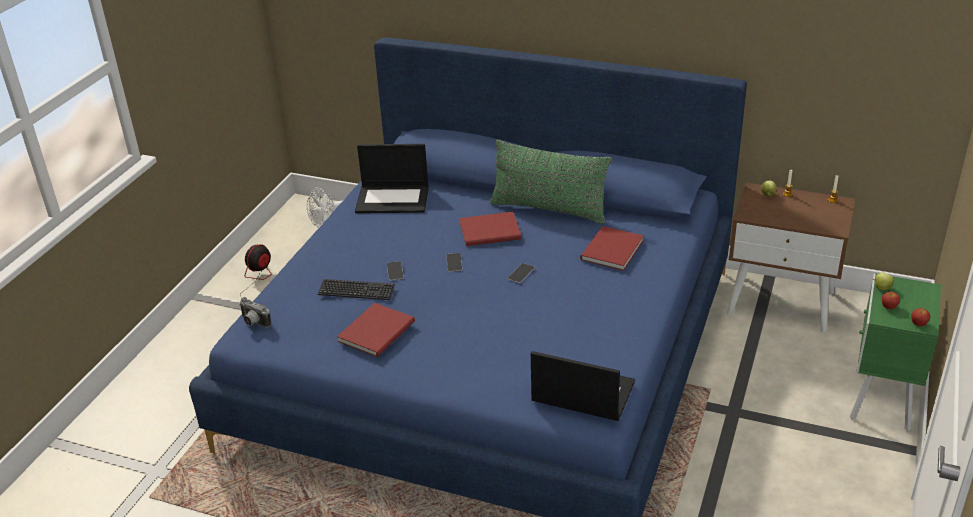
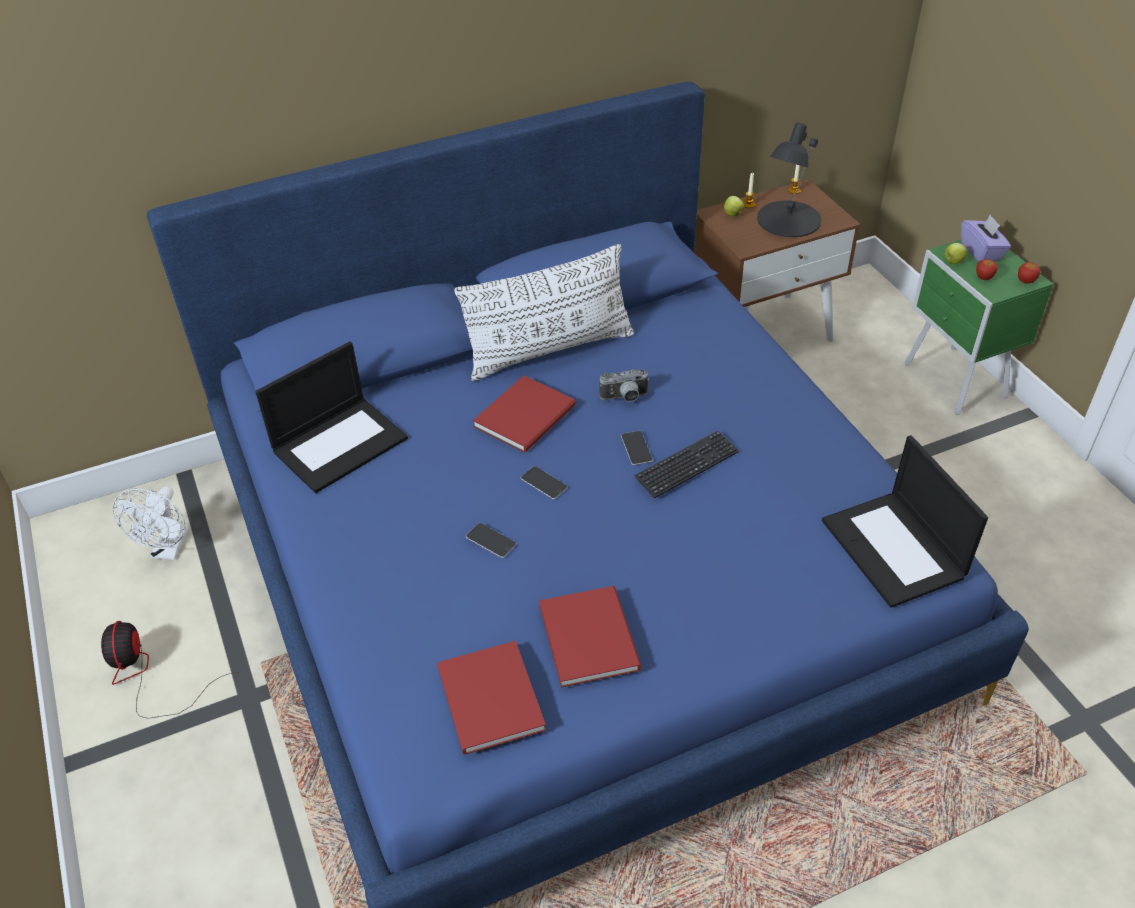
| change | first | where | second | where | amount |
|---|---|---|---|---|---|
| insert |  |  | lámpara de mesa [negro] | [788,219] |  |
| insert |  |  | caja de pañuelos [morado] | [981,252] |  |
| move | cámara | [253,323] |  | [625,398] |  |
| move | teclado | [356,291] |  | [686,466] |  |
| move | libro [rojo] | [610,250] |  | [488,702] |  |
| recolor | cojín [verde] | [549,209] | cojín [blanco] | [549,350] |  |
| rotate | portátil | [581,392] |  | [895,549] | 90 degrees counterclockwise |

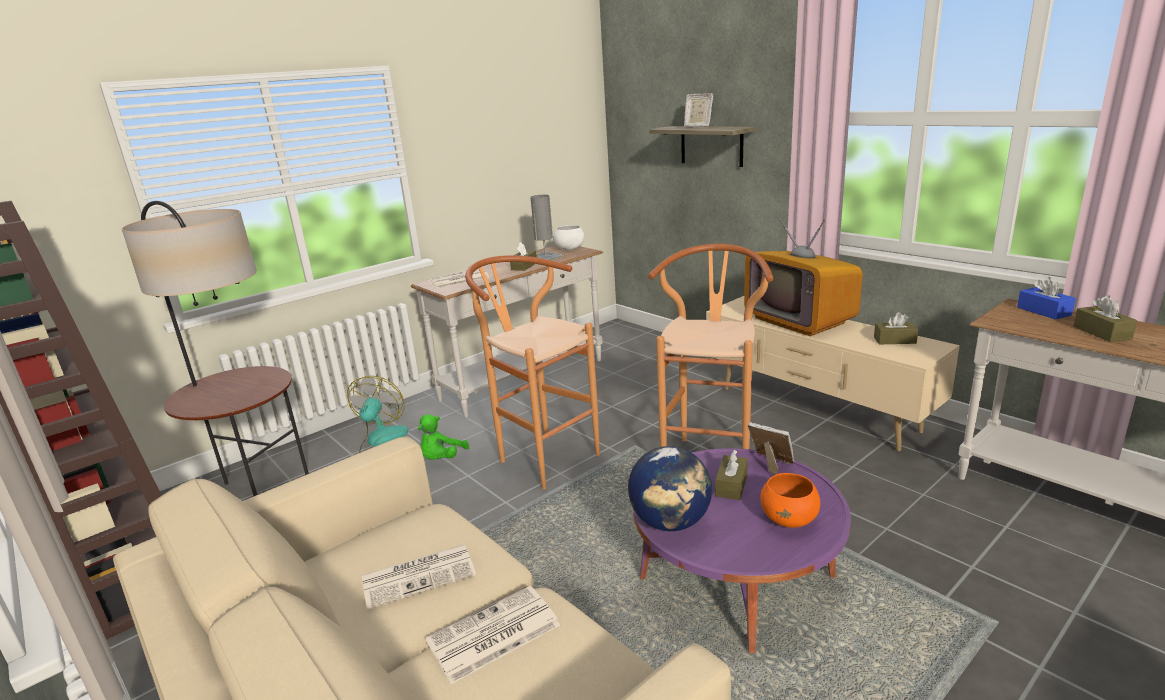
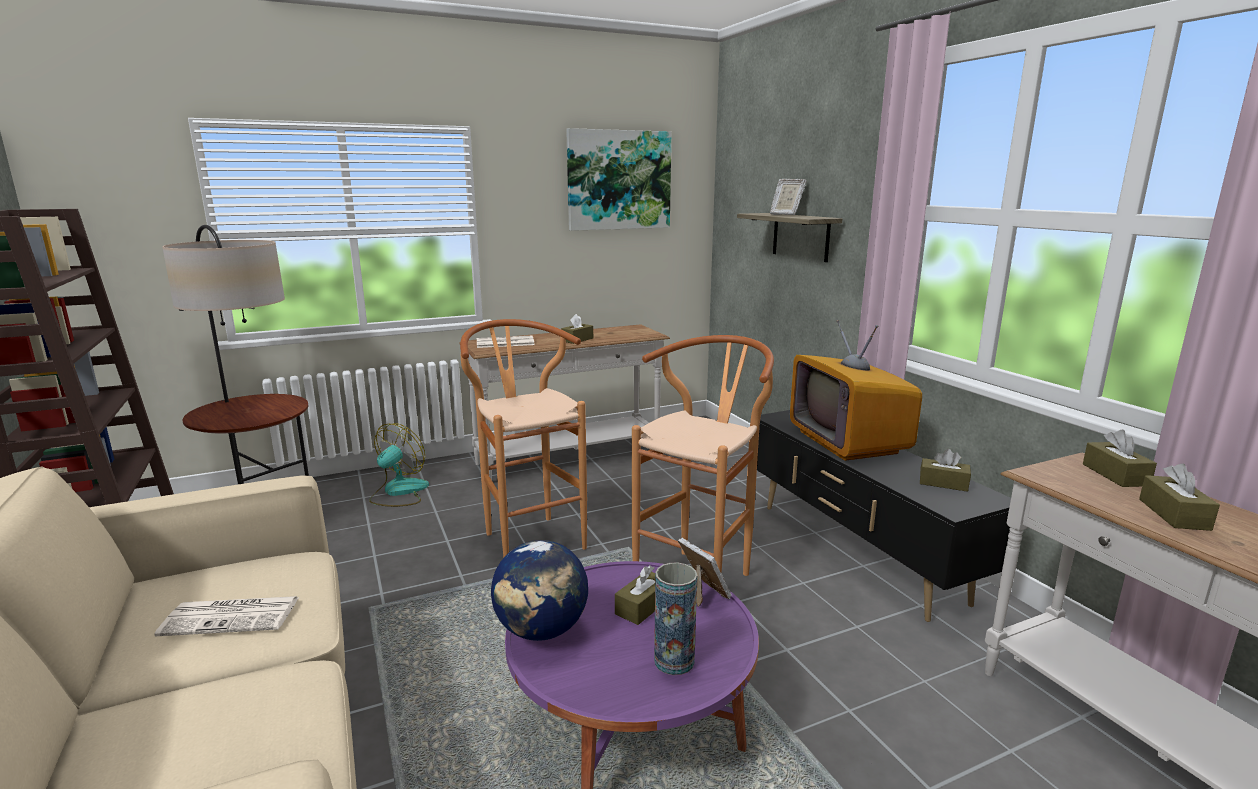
| change | first | where | second | where | amount |
|---|---|---|---|---|---|
| delete | peluche [verde] | [442,459] |  |  |  |
| delete | periódico | [492,635] |  |  |  |
| delete | lámpara de mesa [gris] | [545,257] |  |  |  |
| delete | cuenco [blanco] | [569,249] |  |  |  |
| insert |  |  | cuadro | [619,180] |  |
| replace | cuenco [naranja] | [789,519] | florero | [674,661] |  |
| recolor | mueble de televisión [beis] | [815,410] | mueble de televisión [negro] | [856,552] |  |
| recolor | caja de pañuelos [azul] | [1043,311] | caja de pañuelos [marrón] | [1115,475] |  |

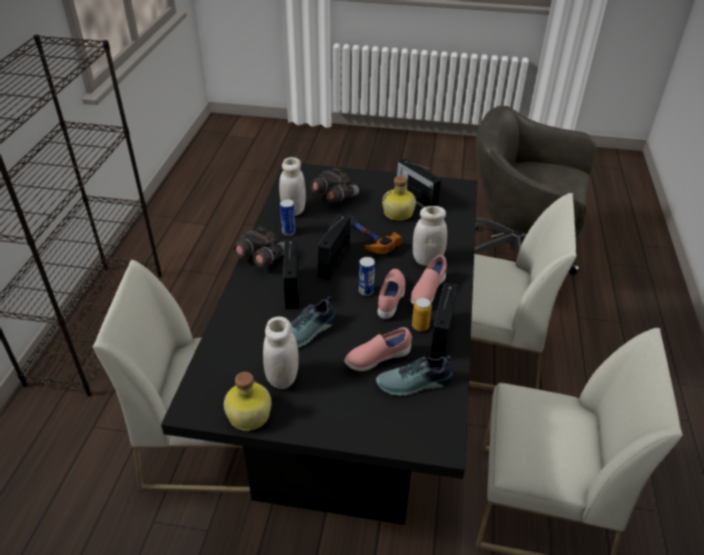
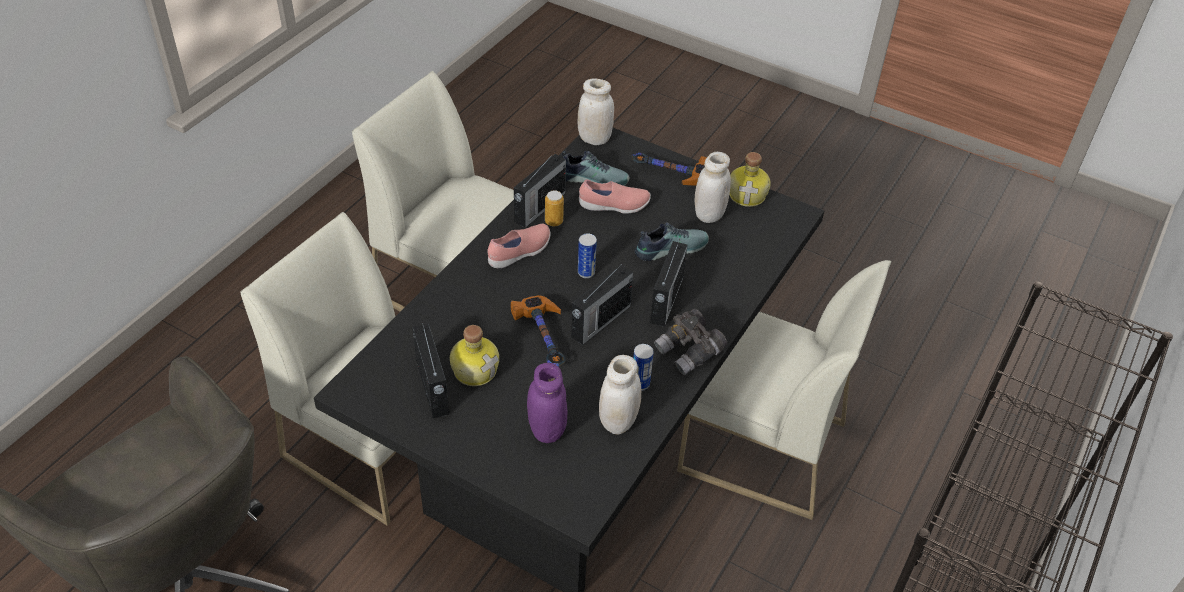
| change | first | where | second | where | amount |
|---|---|---|---|---|---|
| delete | zapato [rosa] | [391,299] |  |  |  |
| insert |  |  | martillo | [669,174] |  |
| move | tarro [blanco] | [427,260] |  | [594,139] |  |
| replace | prismáticos [gris] | [334,197] | tarro [morado] | [547,430] |  |

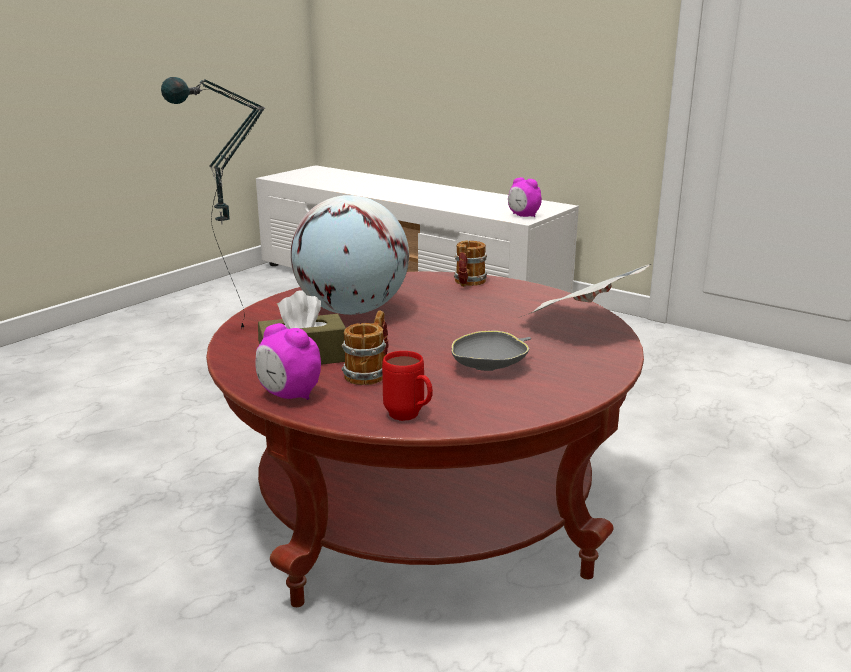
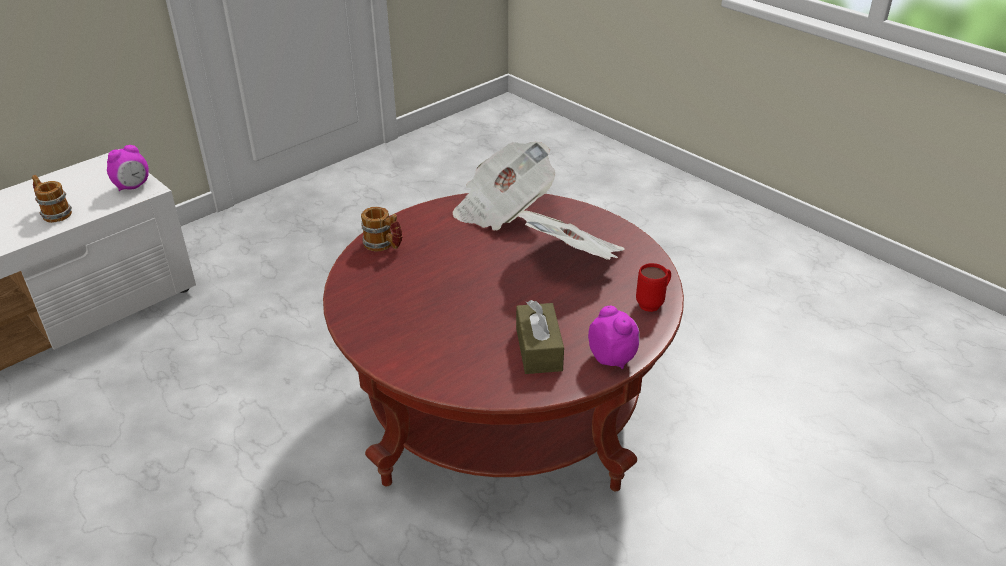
| change | first | where | second | where | amount |
|---|---|---|---|---|---|
| delete | lámpara de mesa | [236,336] |  |  |  |
| delete | globo terráqueo | [352,311] |  |  |  |
| move | taza grande | [370,373] |  | [54,213] |  |
| replace | cuenco [gris] | [490,366] | periódico | [573,259] |  |
| rotate | despertador | [289,395] |  | [612,358] | 75 degrees counterclockwise |

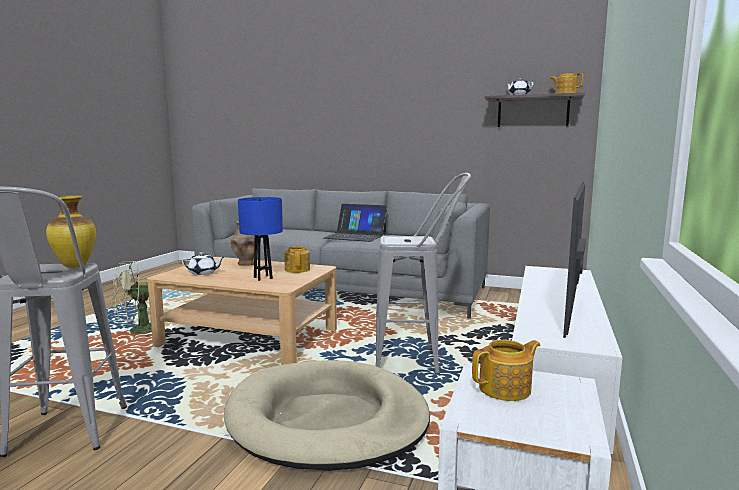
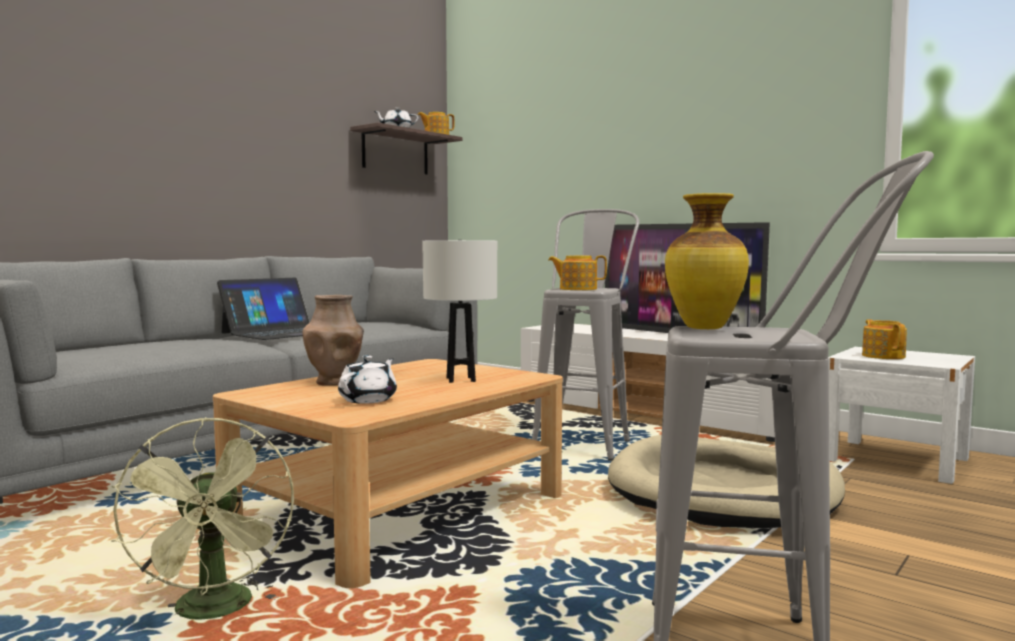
| change | first | where | second | where | amount |
|---|---|---|---|---|---|
| move | tetera | [297,269] |  | [577,289] |  |
| recolor | lámpara de mesa [azul] | [262,278] | lámpara de mesa [blanco] | [460,380] |  |

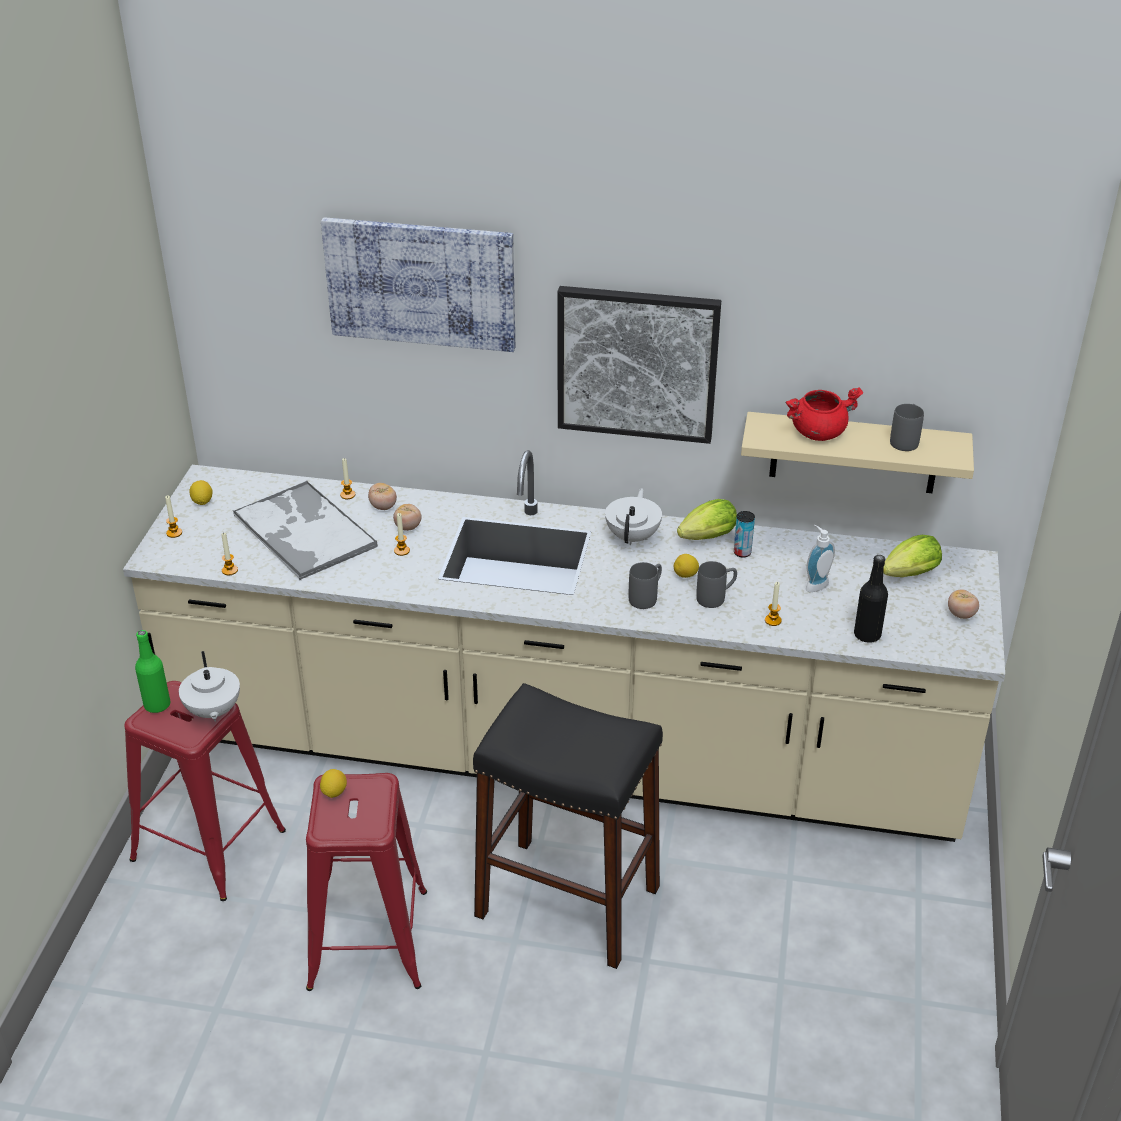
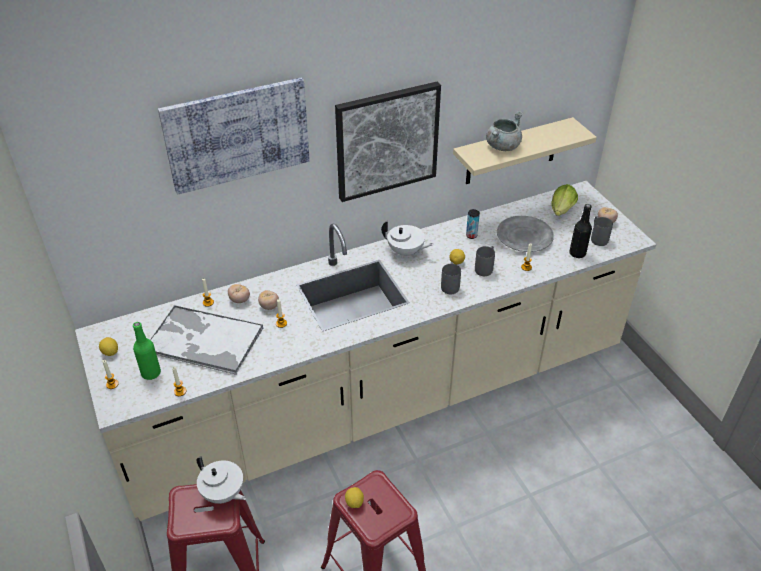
| change | first | where | second | where | amount |
|---|---|---|---|---|---|
| delete | taburete [negro] | [568,901] |  |  |  |
| delete | lechuga | [704,538] |  |  |  |
| move | botella [verde] | [157,705] |  | [151,373] |  |
| move | taza grande [gris] | [905,440] |  | [597,238] |  |
| replace | dispensador de jabón | [814,584] | plato [gris] | [524,237] |  |
| recolor | olla [rojo] | [818,432] | olla [gris] | [502,146] |  |
| rotate | tetera [blanco] | [633,536] |  | [406,252] | 135 degrees clockwise |

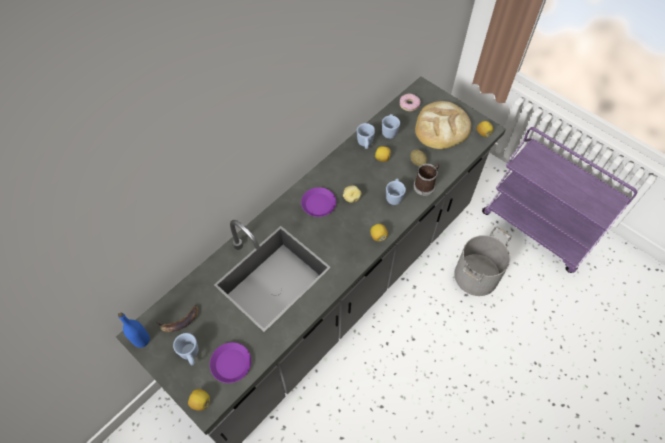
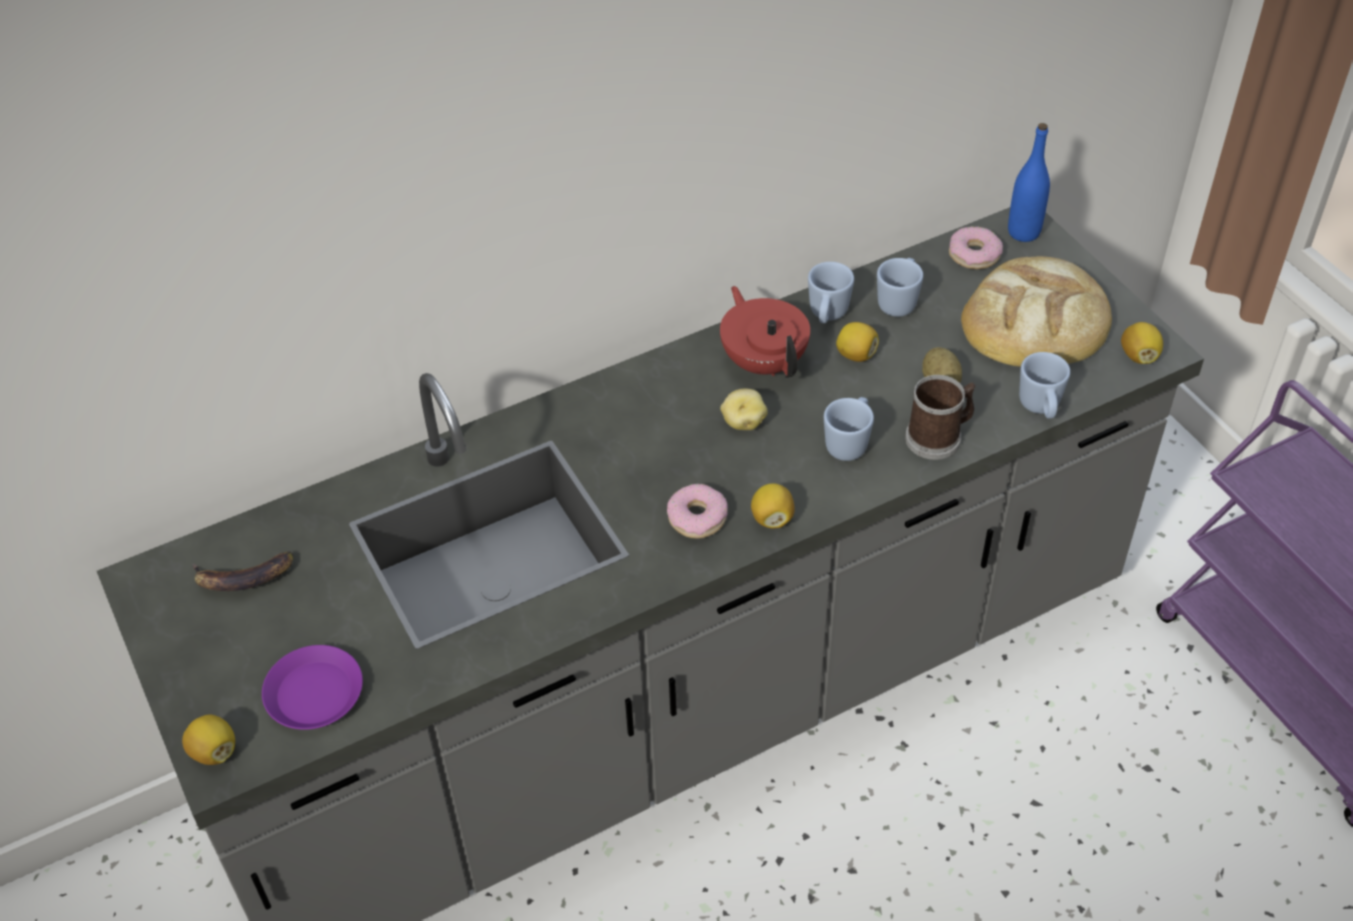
| change | first | where | second | where | amount |
|---|---|---|---|---|---|
| delete | plato [morado] | [318,204] |  |  |  |
| delete | cubo [gris] | [477,276] |  |  |  |
| insert |  |  | rosquilla | [697,518] |  |
| insert |  |  | tetera [rojo] | [764,361] |  |
| move | botella [azul] | [141,340] |  | [1023,232] |  |
| move | taza grande [azul] | [190,354] |  | [1040,408] |  |

